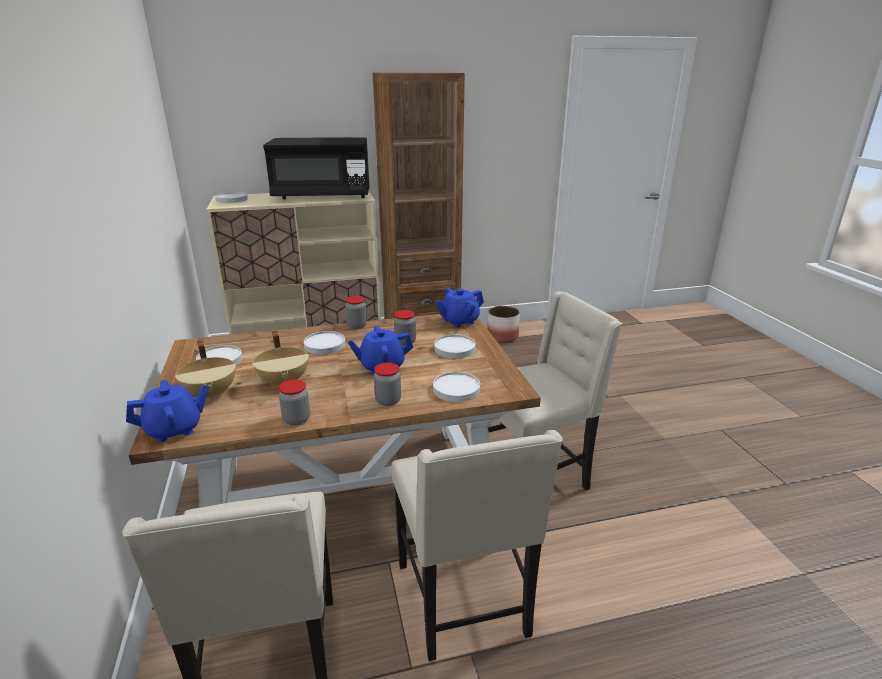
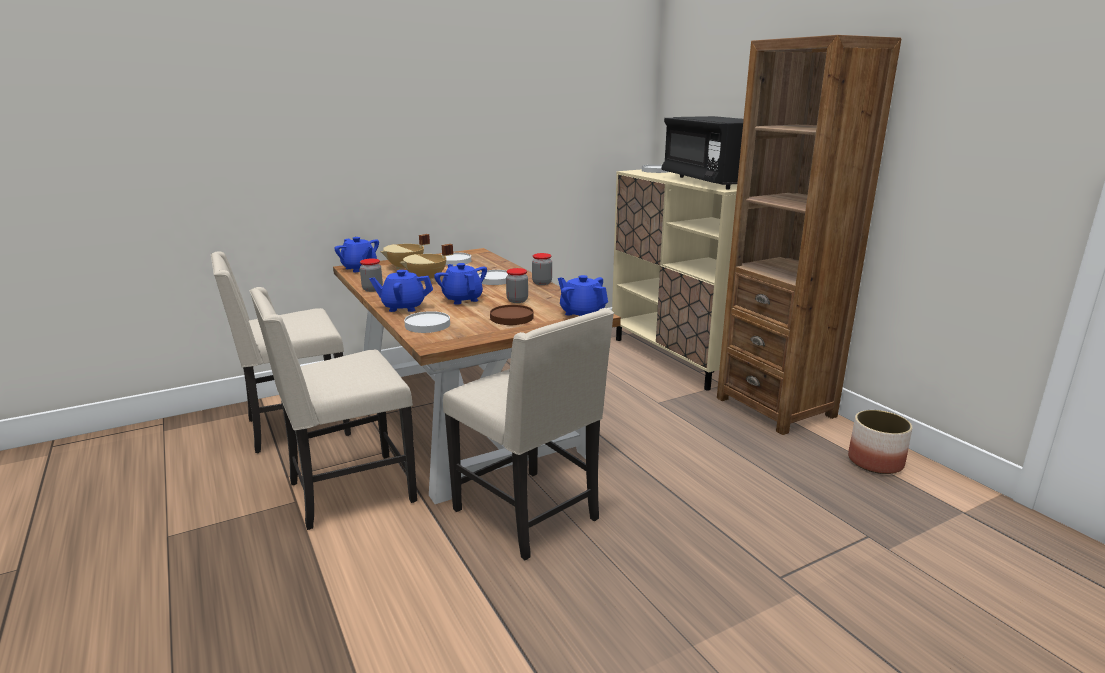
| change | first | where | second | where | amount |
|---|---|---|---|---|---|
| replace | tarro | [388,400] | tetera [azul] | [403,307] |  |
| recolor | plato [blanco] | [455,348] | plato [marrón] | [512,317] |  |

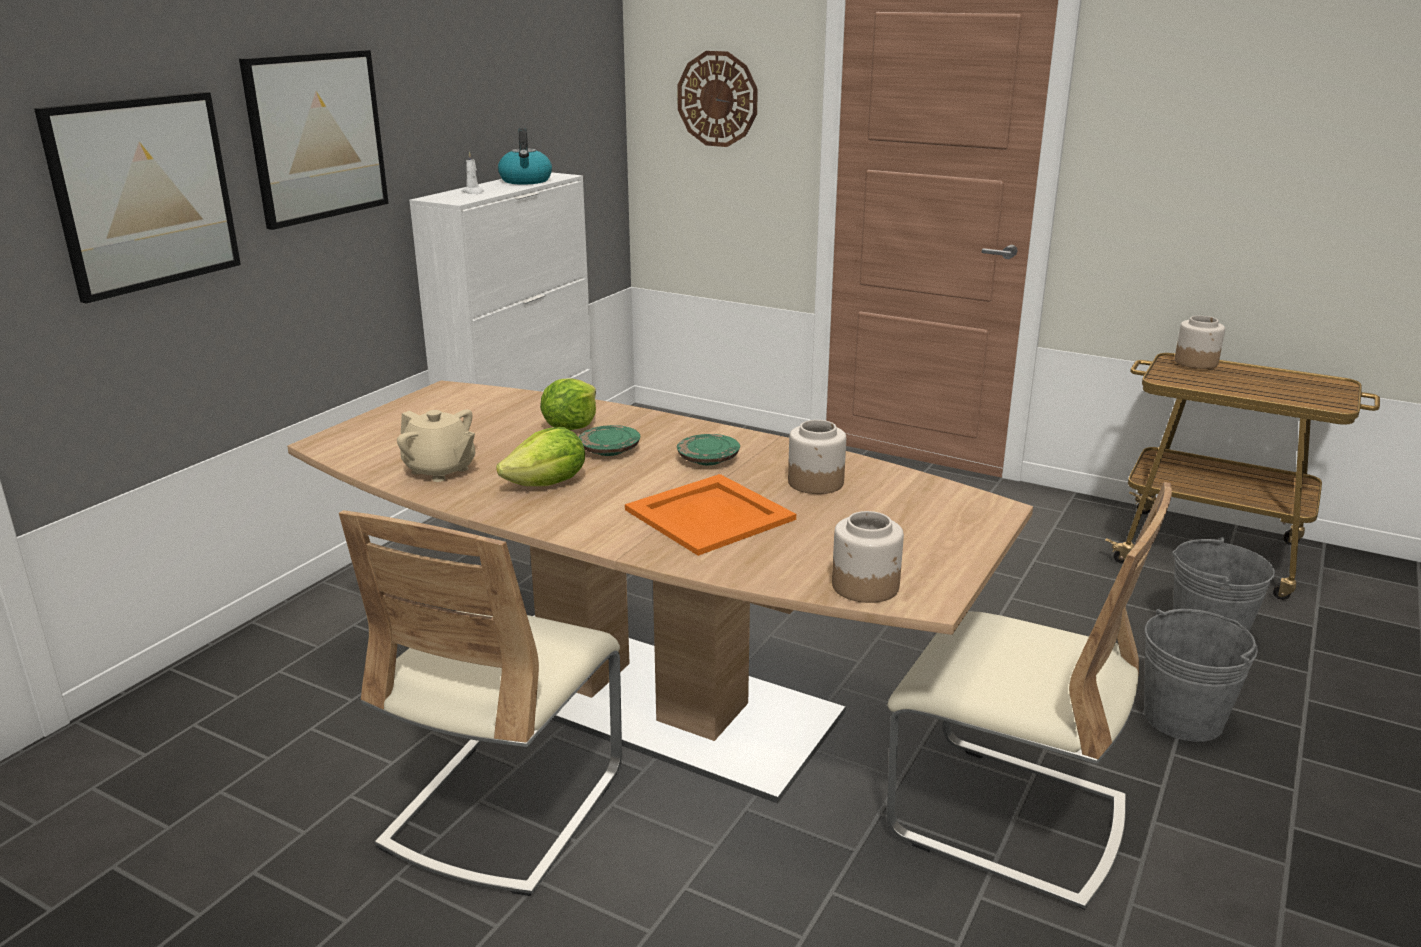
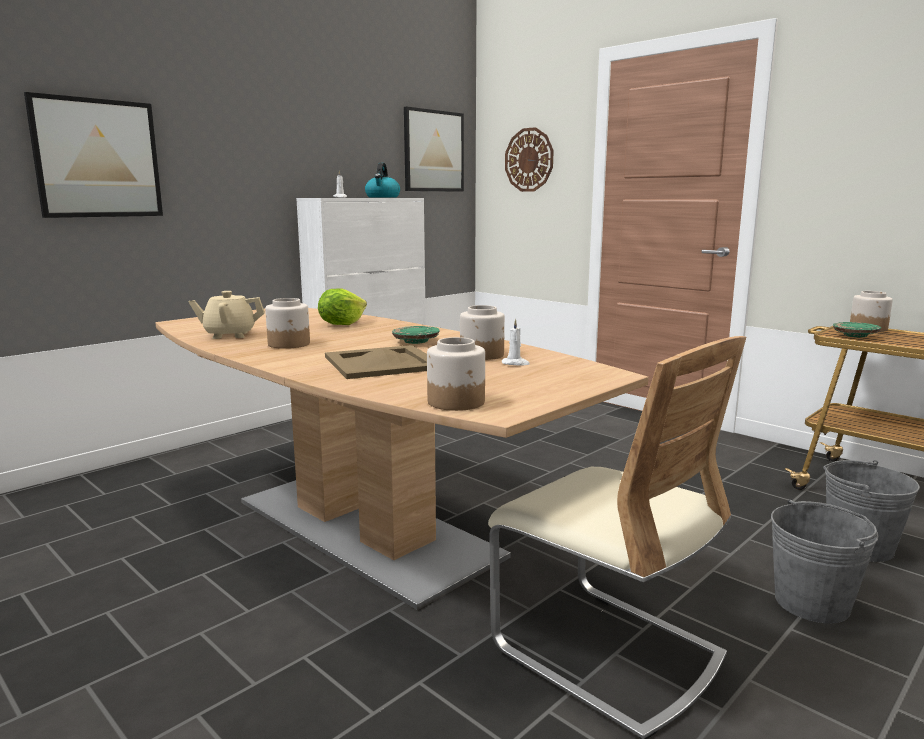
| change | first | where | second | where | amount |
|---|---|---|---|---|---|
| delete | silla [beis] | [504,807] |  |  |  |
| insert |  |  | vela [blanco] | [515,363] |  |
| move | cuadro | [316,137] |  | [433,151] |  |
| move | plato [verde] | [609,450] |  | [855,335] |  |
| replace | lechuga | [548,484] | tarro | [289,344] |  |
| recolor | bandeja [naranja] | [709,515] | bandeja [beis] | [381,363] |  |
| rotate | tetera [beis] | [440,470] |  | [229,335] | 120 degrees clockwise |

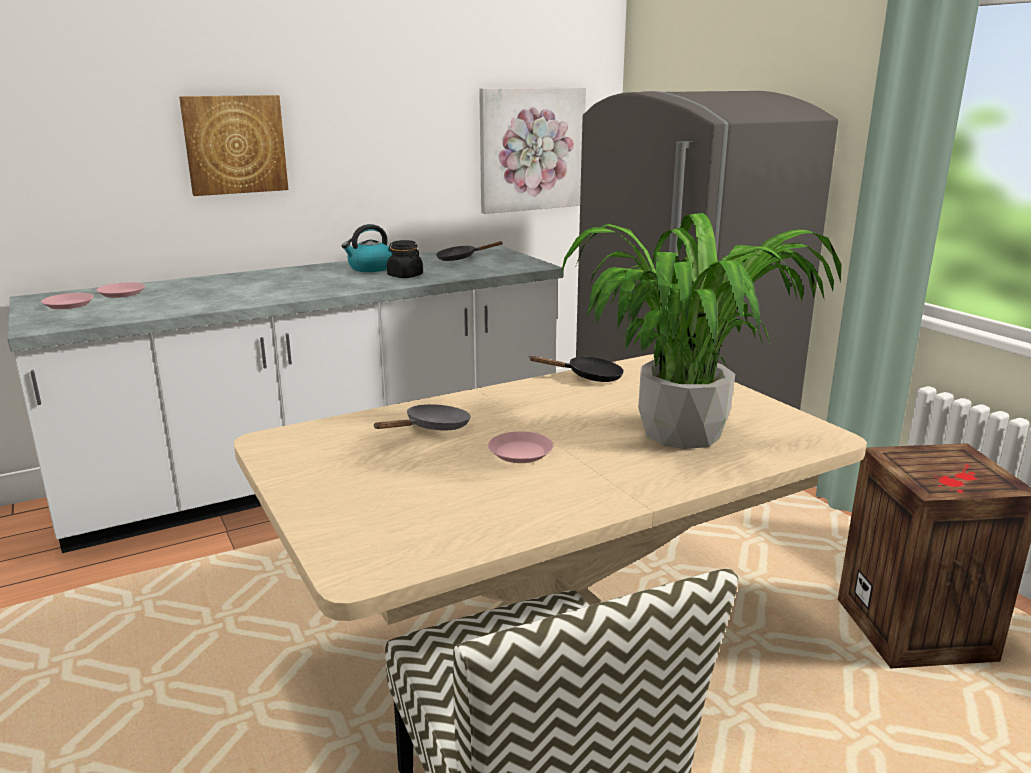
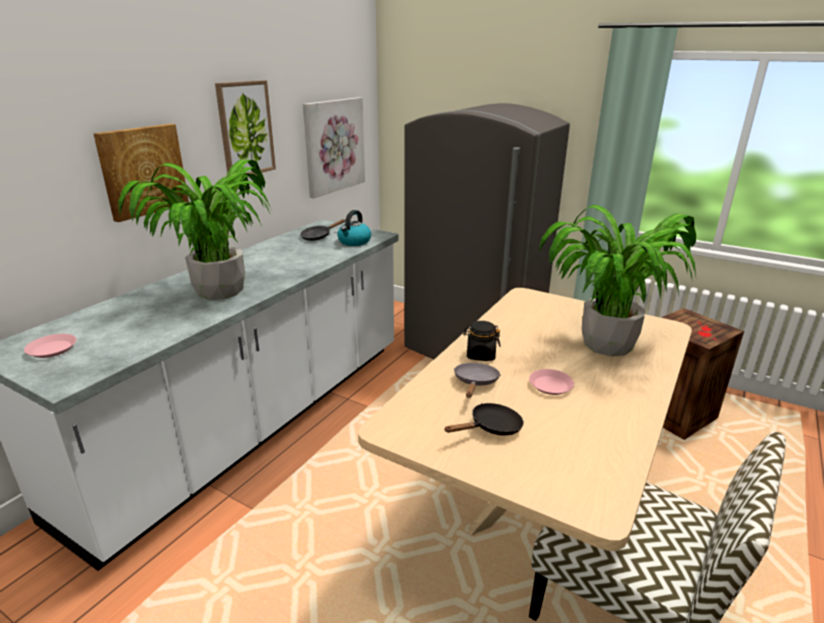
| change | first | where | second | where | amount |
|---|---|---|---|---|---|
| delete | plato [rosa] | [122,293] |  |  |  |
| insert |  |  | planta en maceta | [219,291] |  |
| insert |  |  | cuadro | [245,129] |  |
| move | hervidor | [370,268] |  | [354,242] |  |
| move | tarro [negro] | [405,276] |  | [480,355] |  |
| move | sartén [negro] | [589,377] |  | [491,428] |  |

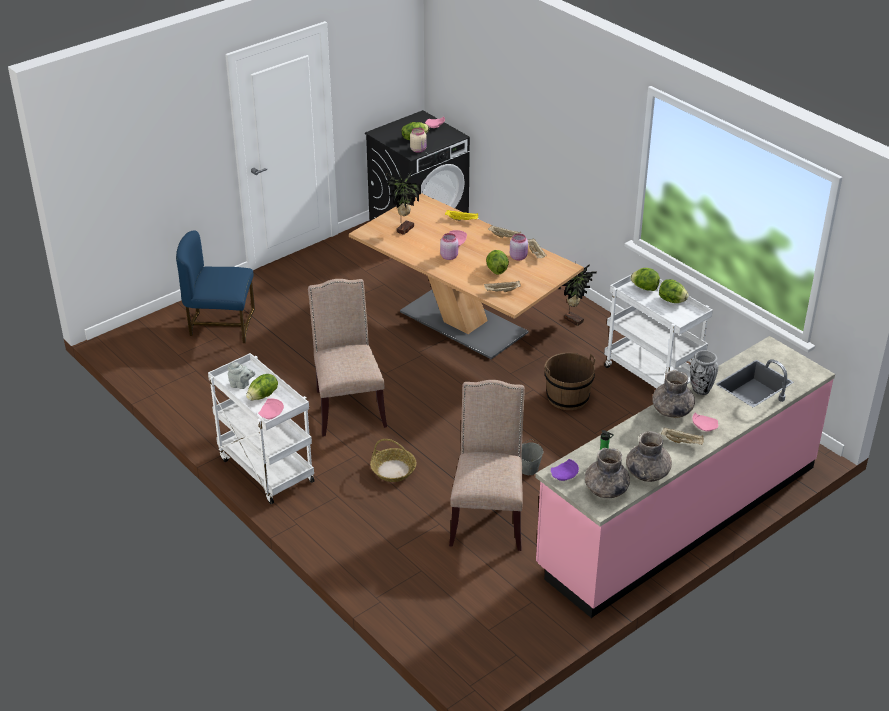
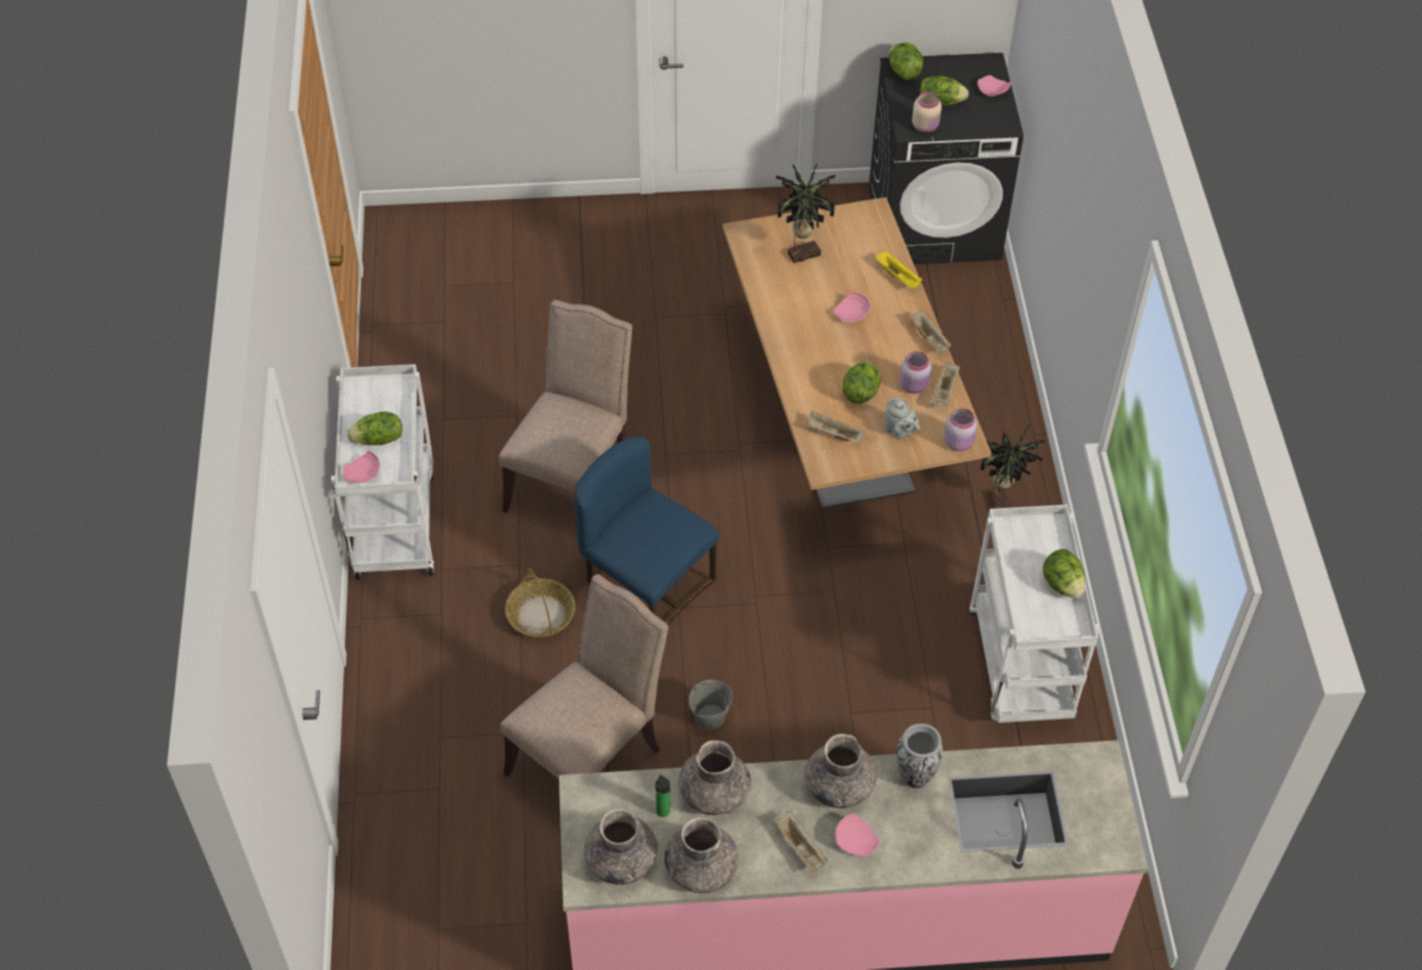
| change | first | where | second | where | amount |
|---|---|---|---|---|---|
| delete | cubo [marrón] | [568,397] |  |  |  |
| delete | plato [morado] | [564,475] |  |  |  |
| insert |  |  | florero [gris] | [714,793] |  |
| move | silla [azul] | [221,325] |  | [646,585] |  |
| move | tetera [gris] | [241,385] |  | [899,431] |  |
| move | tarro [rosa] | [449,256] |  | [959,442] |  |
| move | lechuga | [644,288] |  | [903,72] |  |

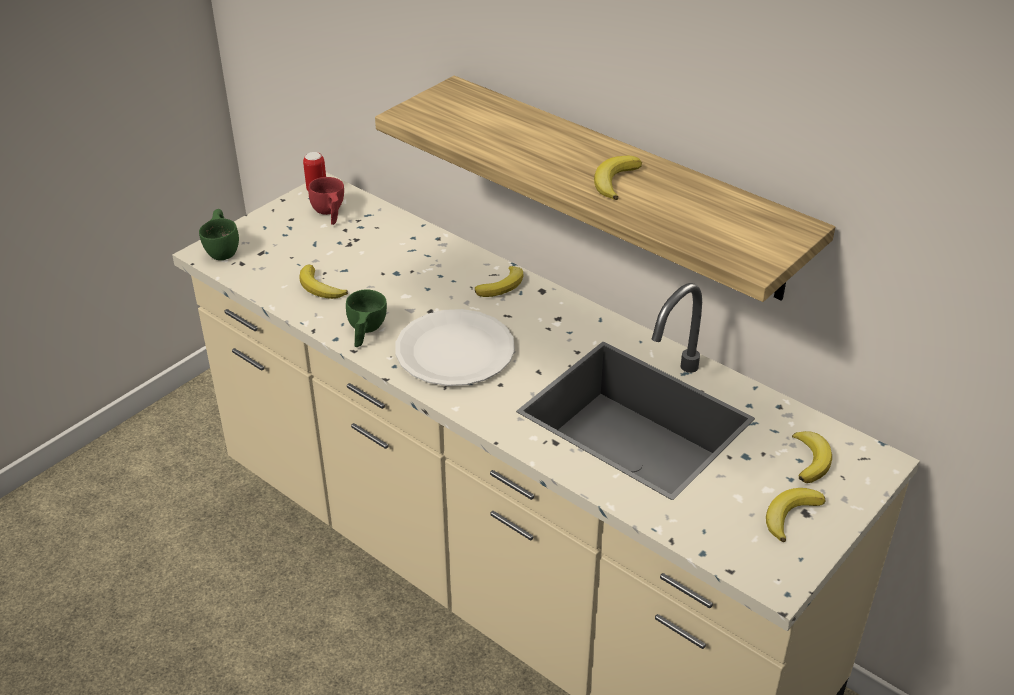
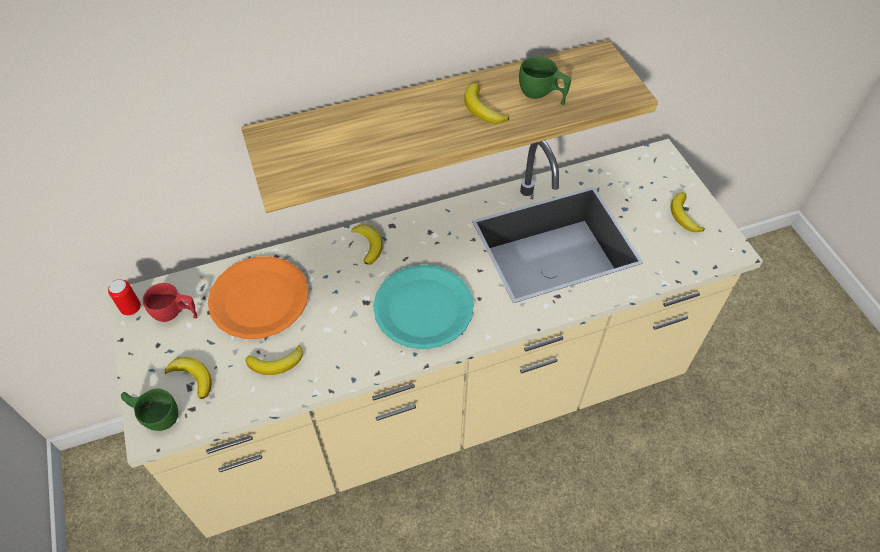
| change | first | where | second | where | amount |
|---|---|---|---|---|---|
| insert |  |  | plato [naranja] | [259,299] |  |
| move | taza [verde] | [365,332] |  | [542,95] |  |
| move | plátano | [811,460] |  | [192,377] |  |
| recolor | plato [blanco] | [454,351] | plato [turquesa] | [423,308] |  |

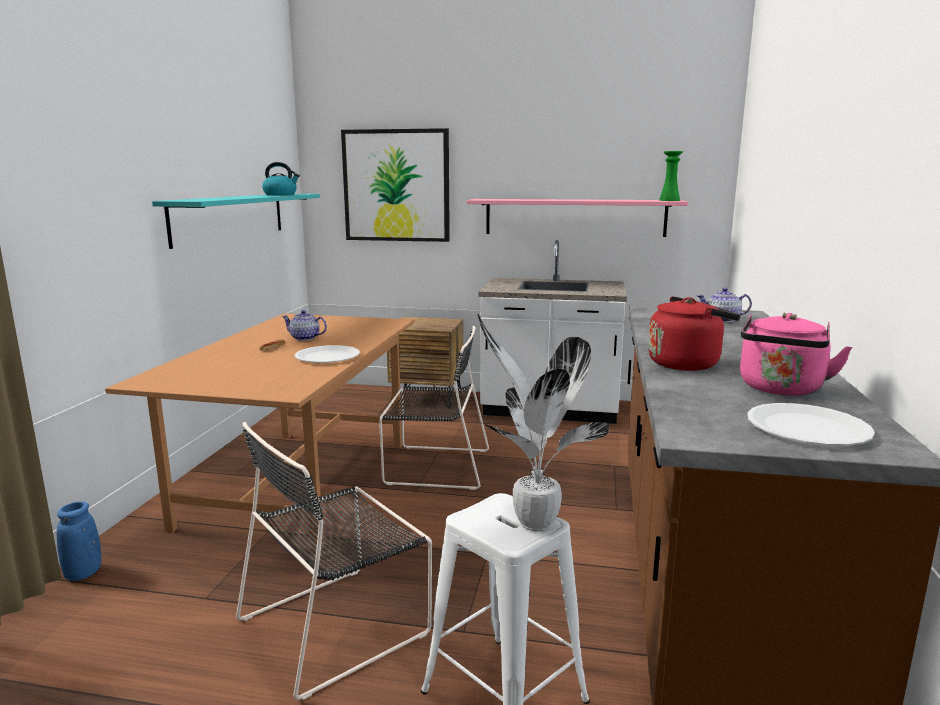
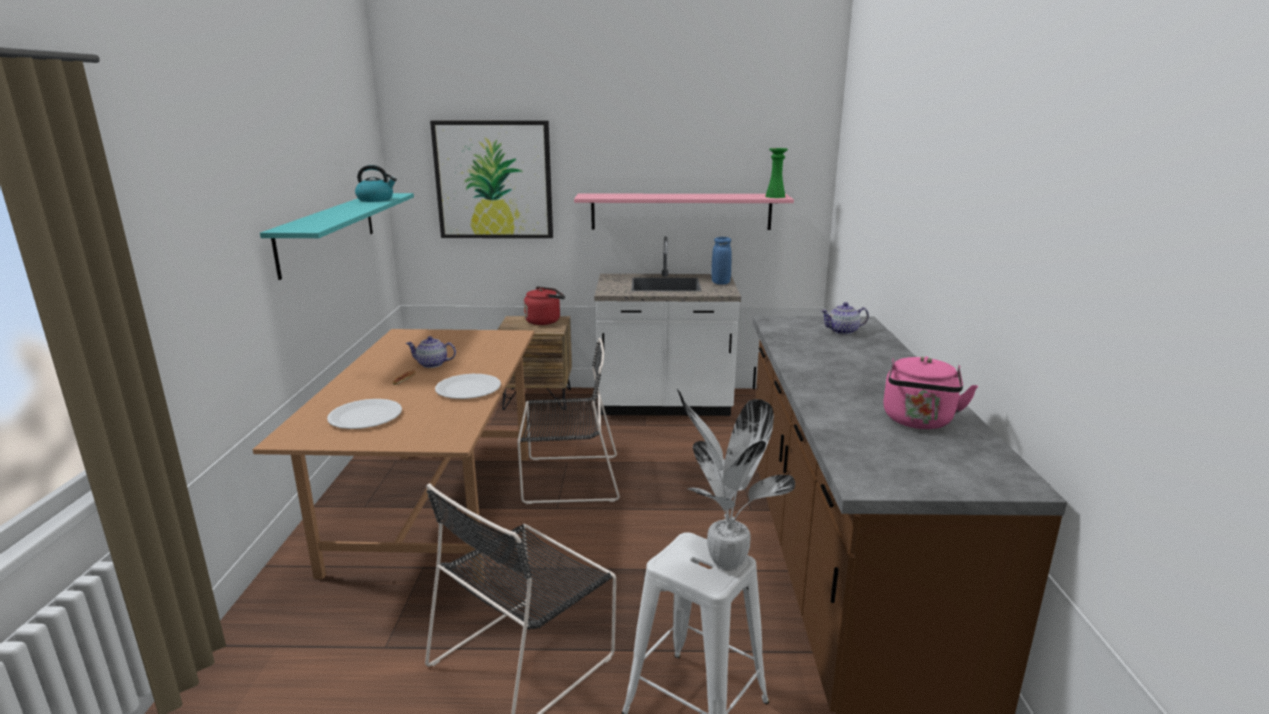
| change | first | where | second | where | amount |
|---|---|---|---|---|---|
| move | florero [azul] | [83,573] |  | [720,283] |  |
| move | hervidor [rojo] | [687,364] |  | [545,321] |  |
| move | plato [blanco] | [807,428] |  | [365,416] |  |

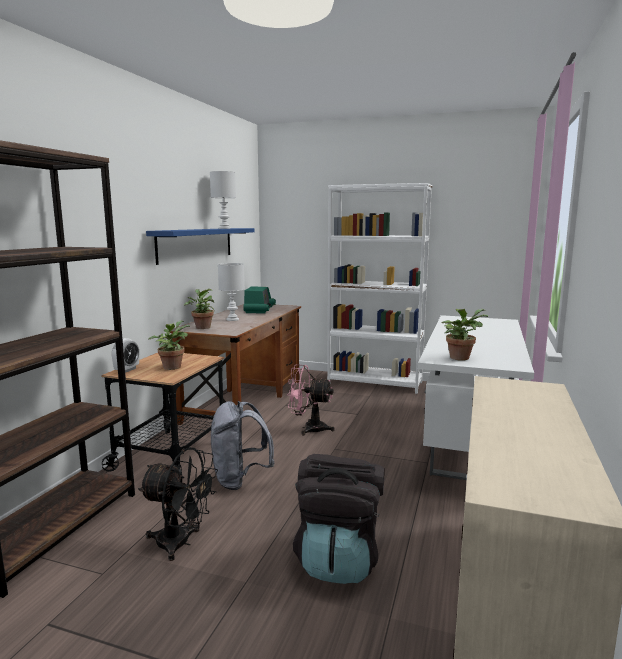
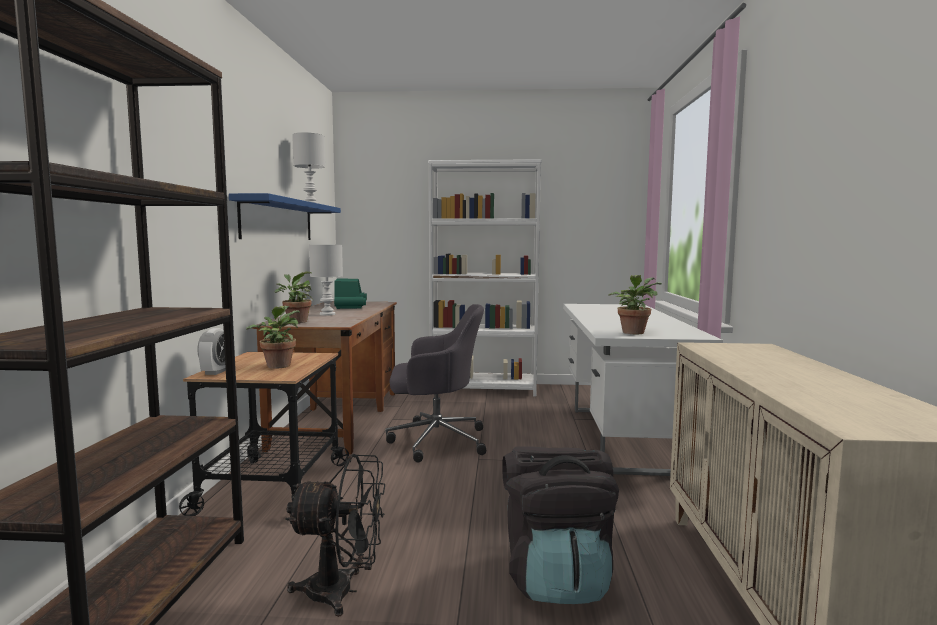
| change | first | where | second | where | amount |
|---|---|---|---|---|---|
| delete | mochila [gris] | [240,480] |  |  |  |
| replace | ventilador [rosa] | [309,428] | silla de oficina [gris] | [435,441] |  |

